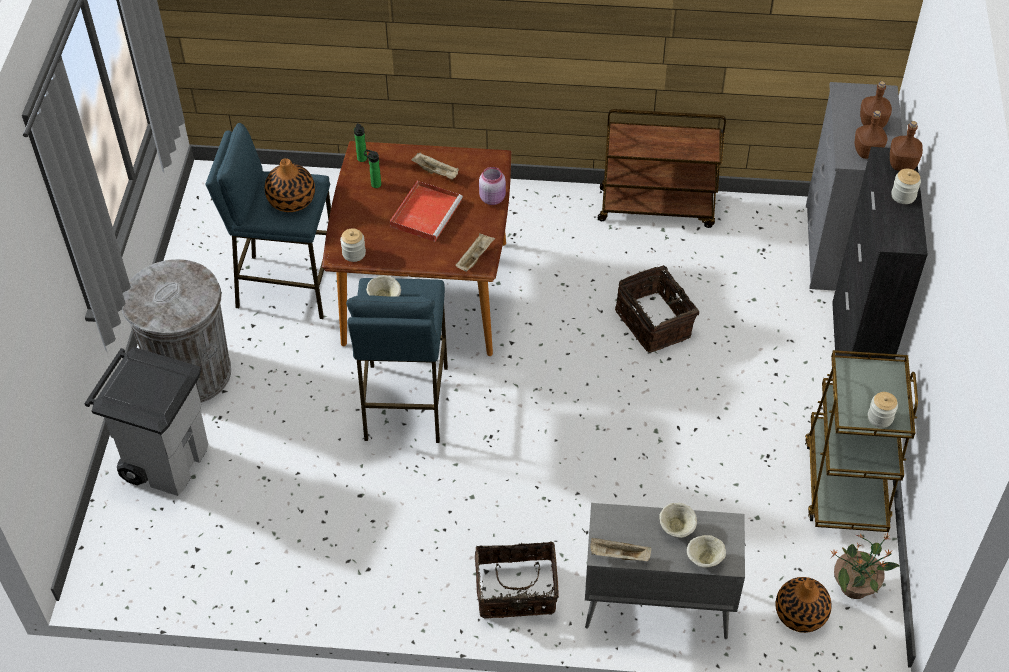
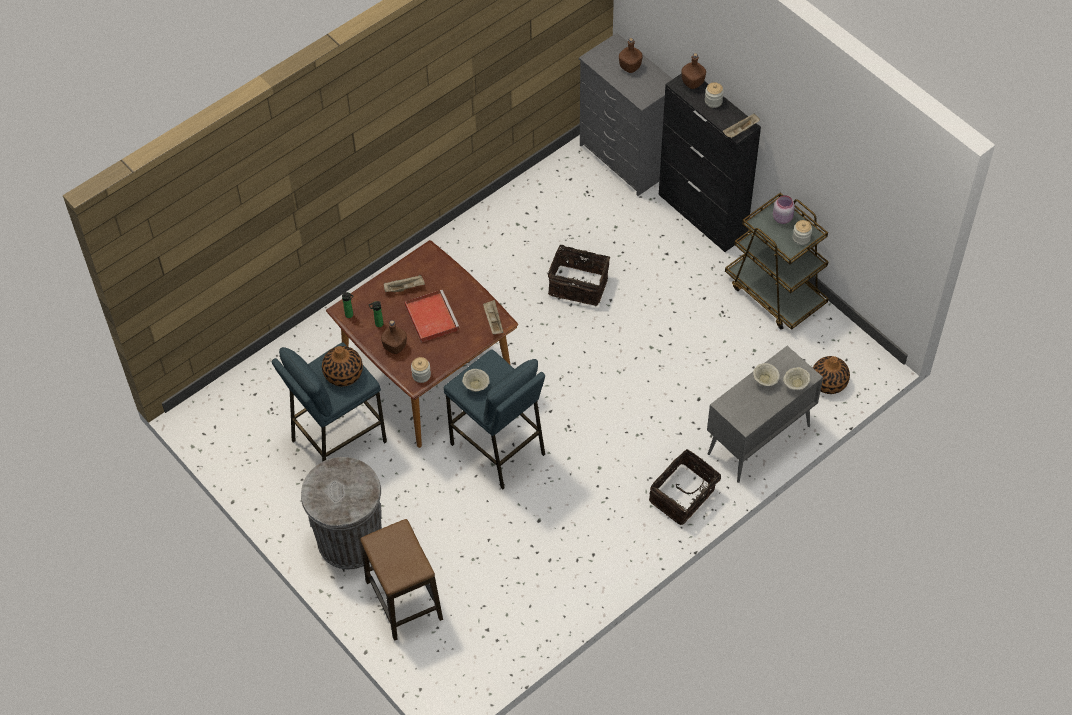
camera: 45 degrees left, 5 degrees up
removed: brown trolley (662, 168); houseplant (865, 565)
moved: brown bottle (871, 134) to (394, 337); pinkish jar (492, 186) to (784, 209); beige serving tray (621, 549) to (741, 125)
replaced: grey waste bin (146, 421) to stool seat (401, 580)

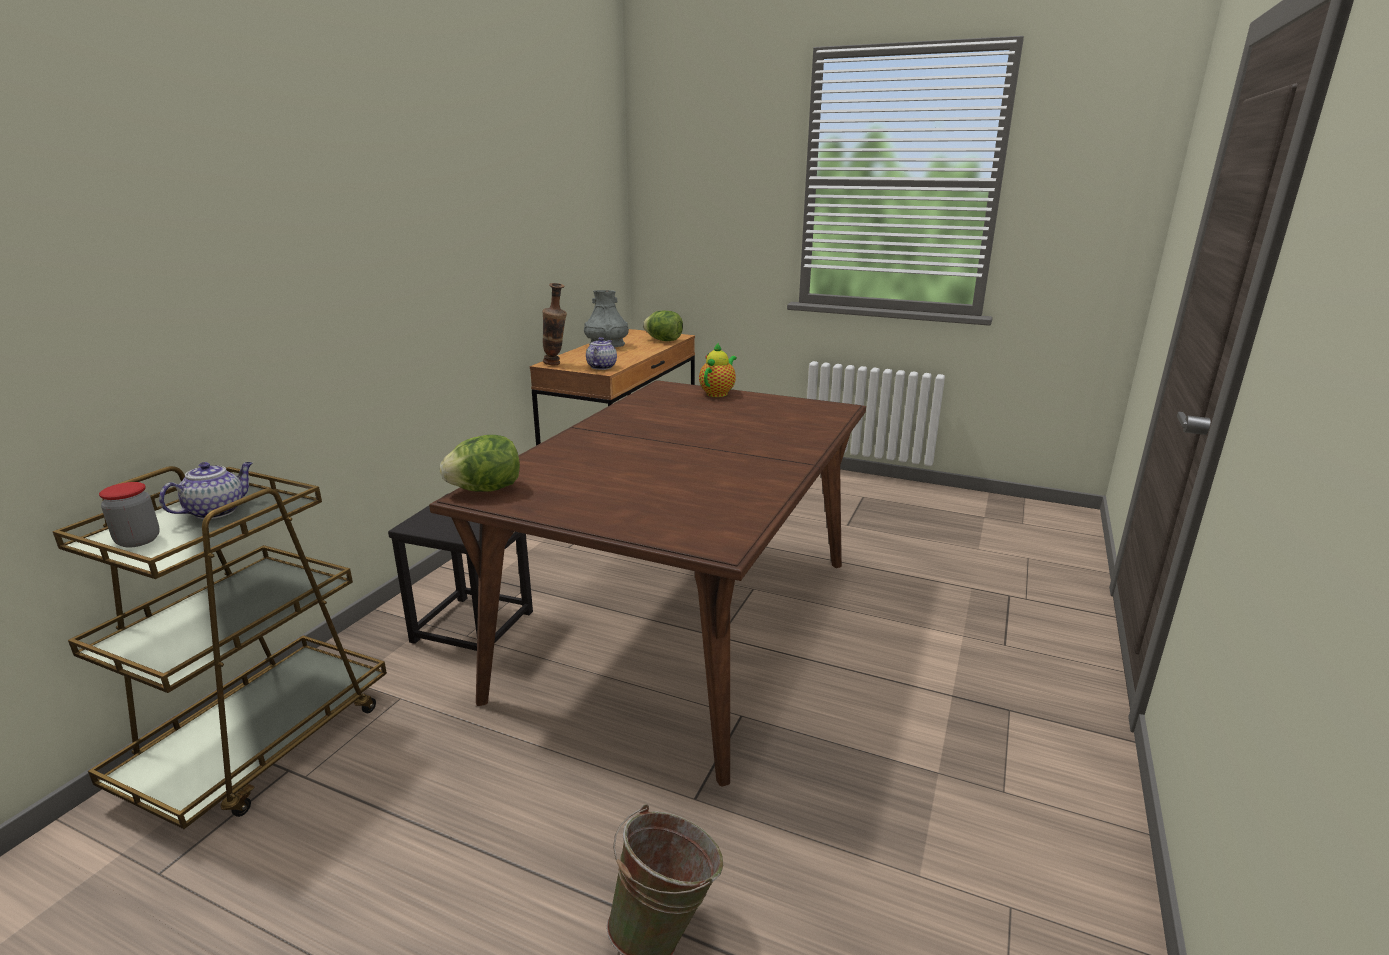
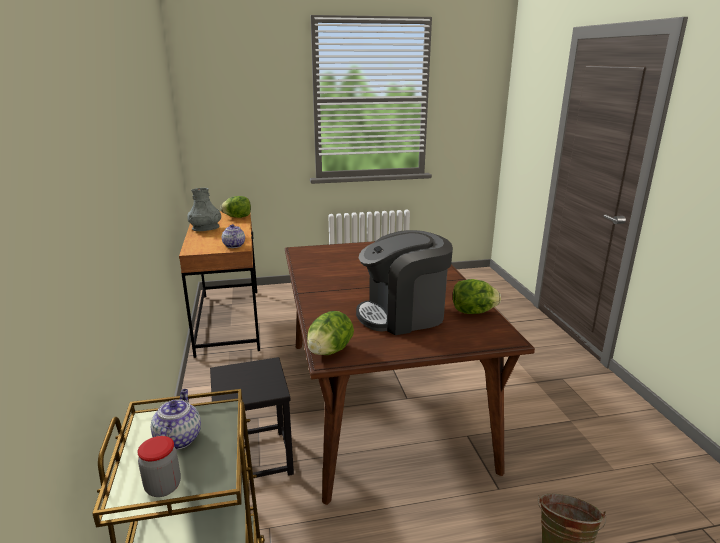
camera: 35 degrees left, 0 degrees up
removed: vase (554, 324); pot for tea (718, 369)
added: coffee brewer (404, 282); lettuce head (477, 296)

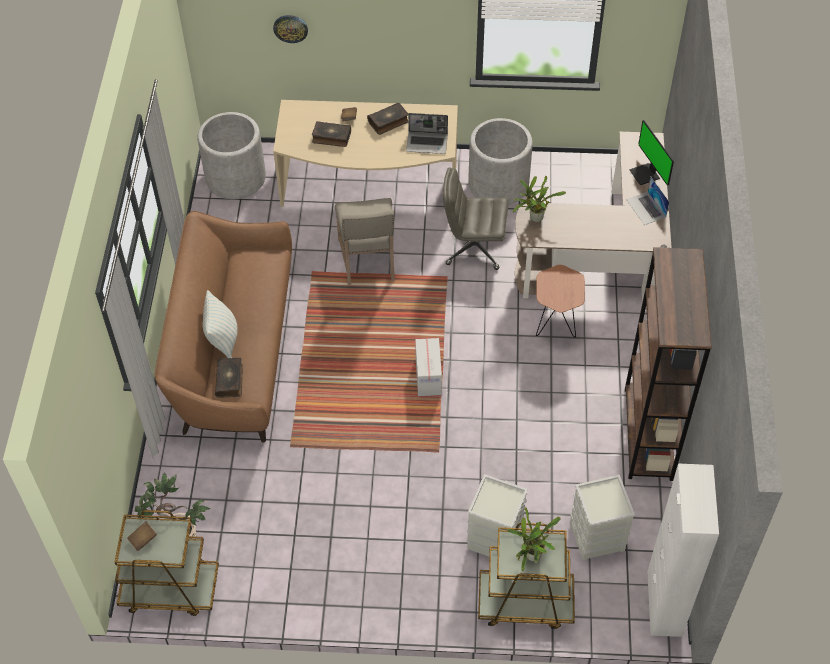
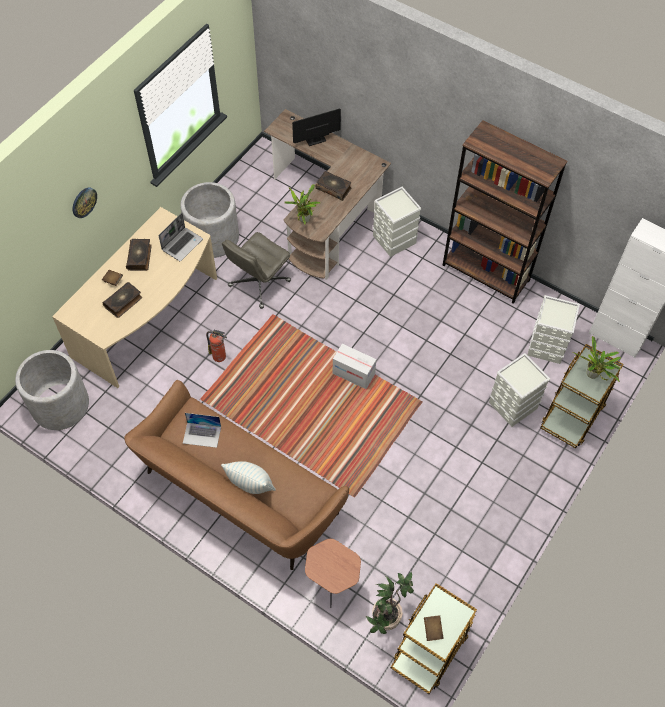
camera: 60 degrees left, 5 degrees up
added: grey storage box (397, 222)
moved: wall clock (290, 29) to (85, 203); notebook computer (647, 201) to (202, 430); brown end table (560, 301) to (333, 573); book (229, 378) to (333, 186)
replaced: beige upright chair (365, 242) to fire extinguisher (216, 346)
turned: computer display (651, 153) = (316, 127) 150 degrees clockwise

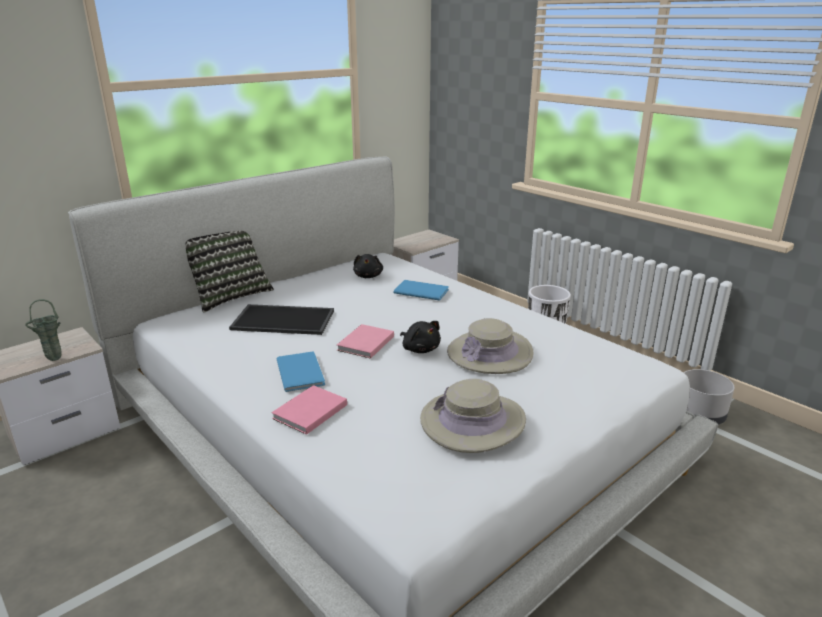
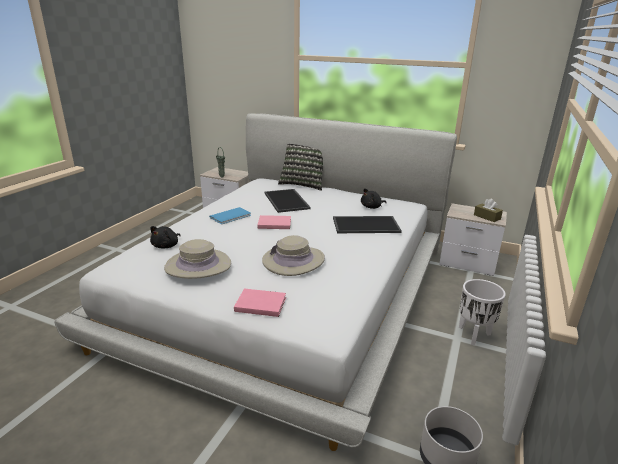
camera: 65 degrees right, 0 degrees up
added: brown box of tissues (488, 210)
moved: blackish plush toy (420, 337) to (165, 237); pinkish book (309, 410) to (260, 302)
replaced: bluish book (421, 290) to serving tray (367, 224)

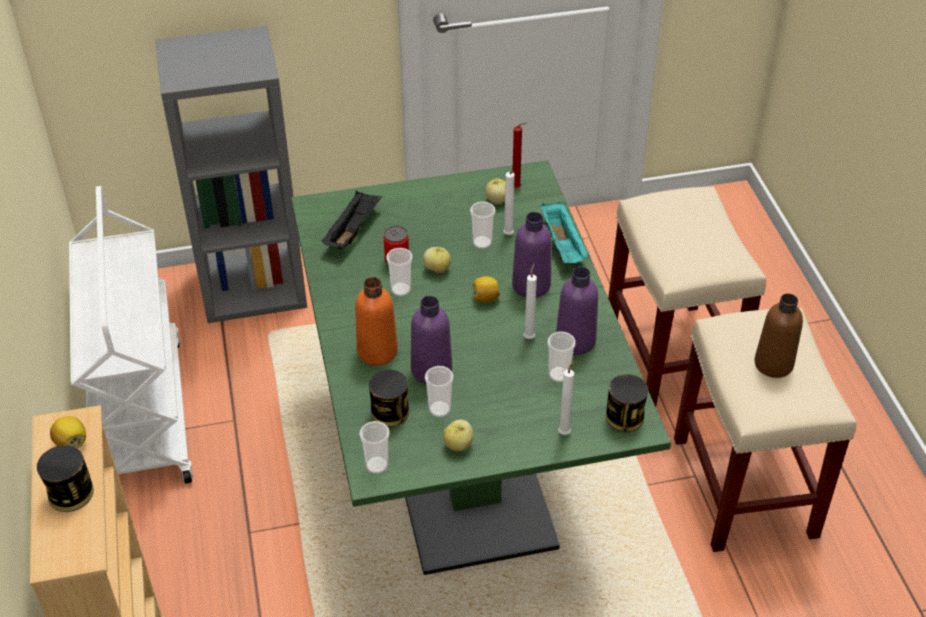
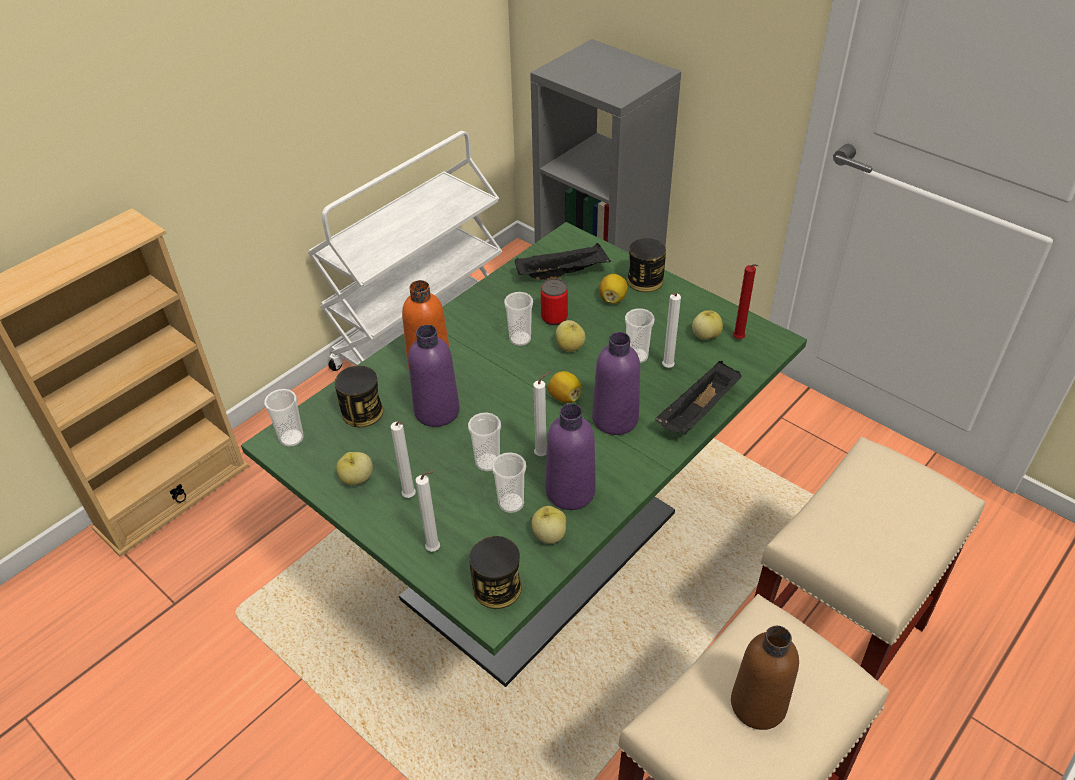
camera: 55 degrees right, 0 degrees up
added: white-coloured wax candle (403, 459); apple fruit (549, 525)
moved: drinking cup (439, 391) to (484, 442); whole lemon (68, 432) to (613, 289); metal can (65, 478) to (646, 265)
recoloured: blue-green serving tray (565, 232) to blackish serving tray (698, 398)

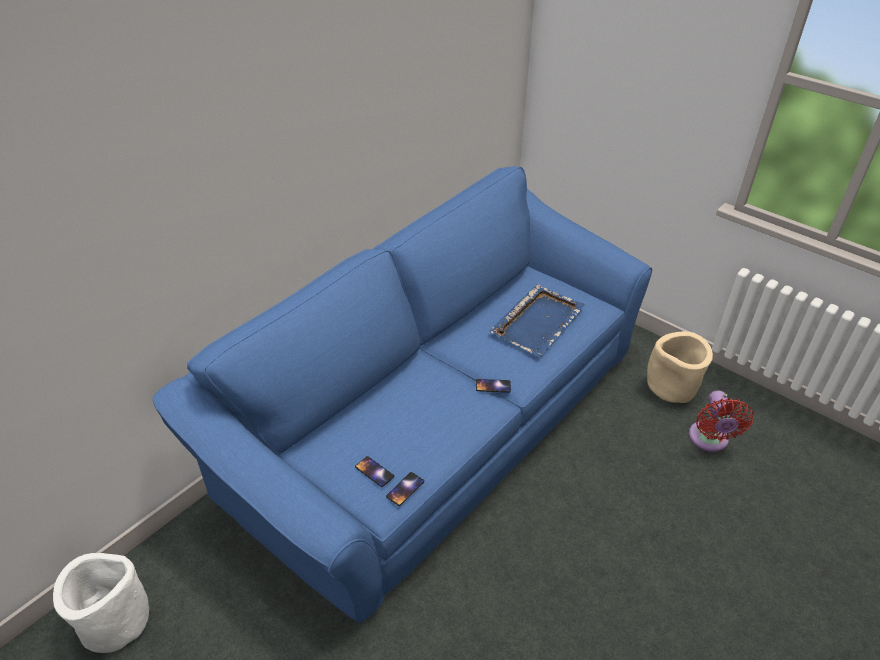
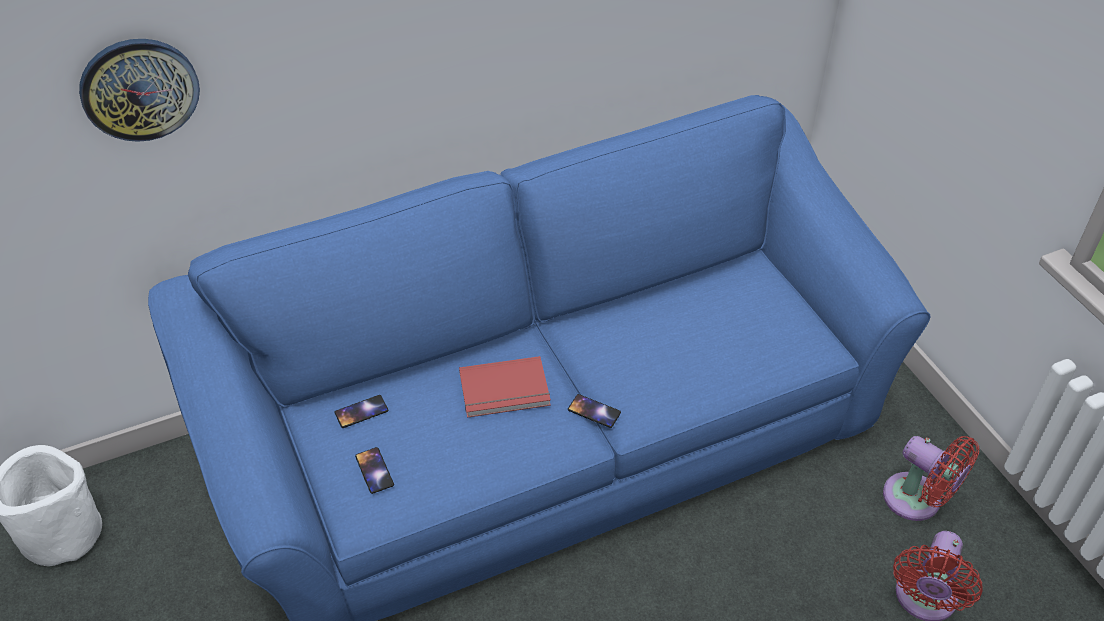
camera: 25 degrees right, 5 degrees up
removed: bluish serving tray (537, 320)
added: wall clock (139, 90); red-coloured book (505, 387)
moved: phone (405, 489) to (361, 411)
replaced: beige flower pot (680, 367) to red-coloured electric fan (931, 478)

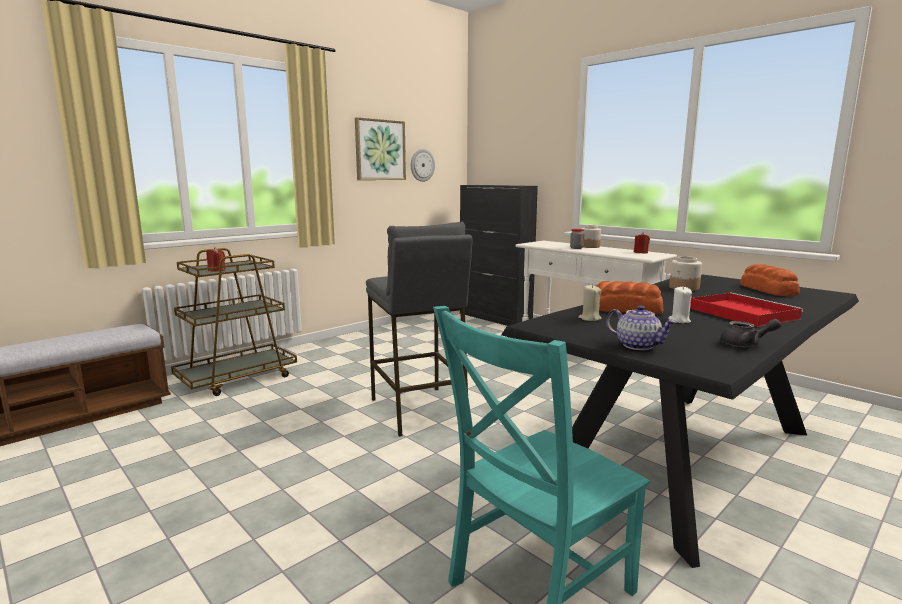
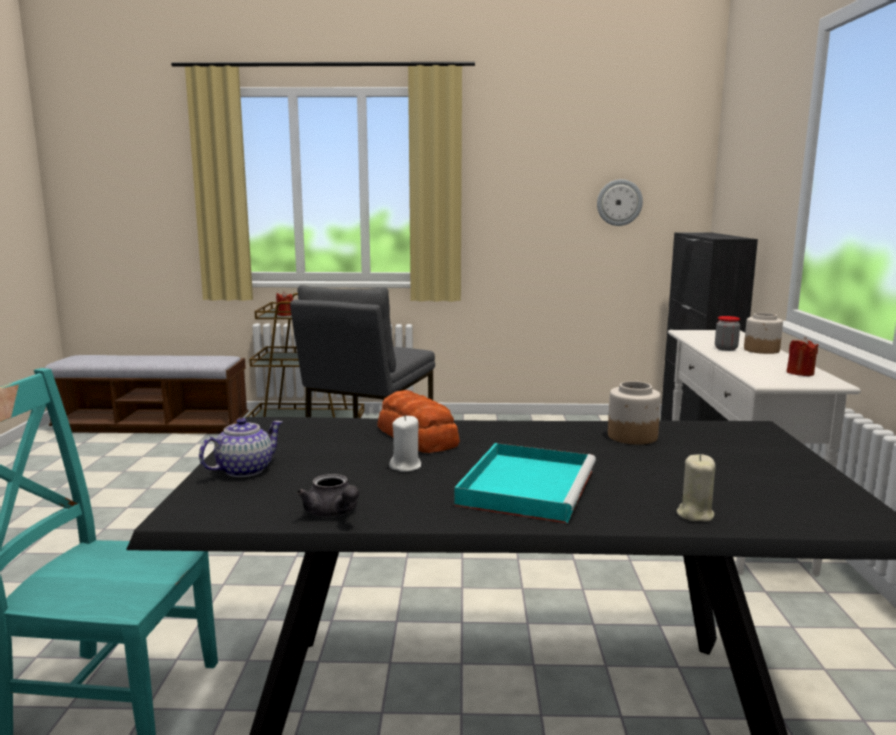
camera: 45 degrees right, 0 degrees up
removed: picture (380, 148); bread (770, 280)
moved: beige wax candle (590, 302) to (696, 488)
recoloured: red-coloured serving tray (746, 310) to blue-green serving tray (525, 483)
turned: pot for tea (641, 327) = (240, 447) 135 degrees counterclockwise

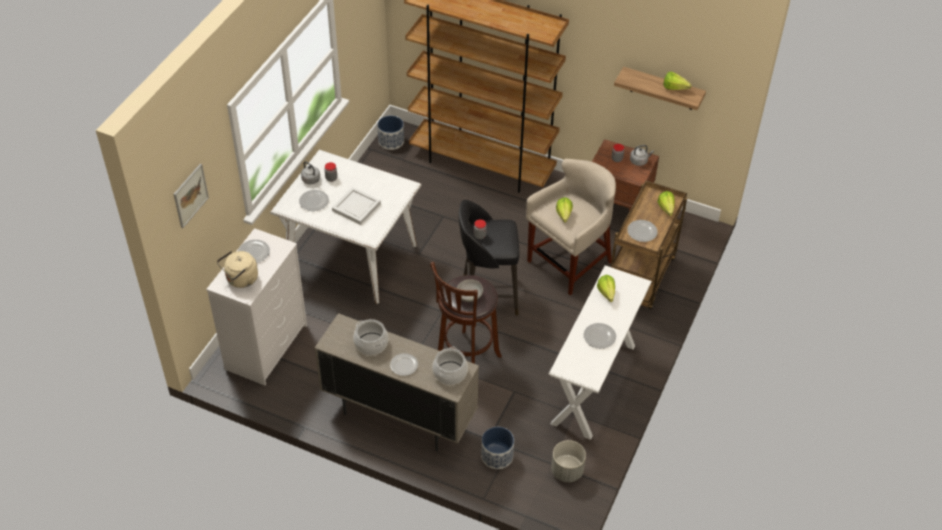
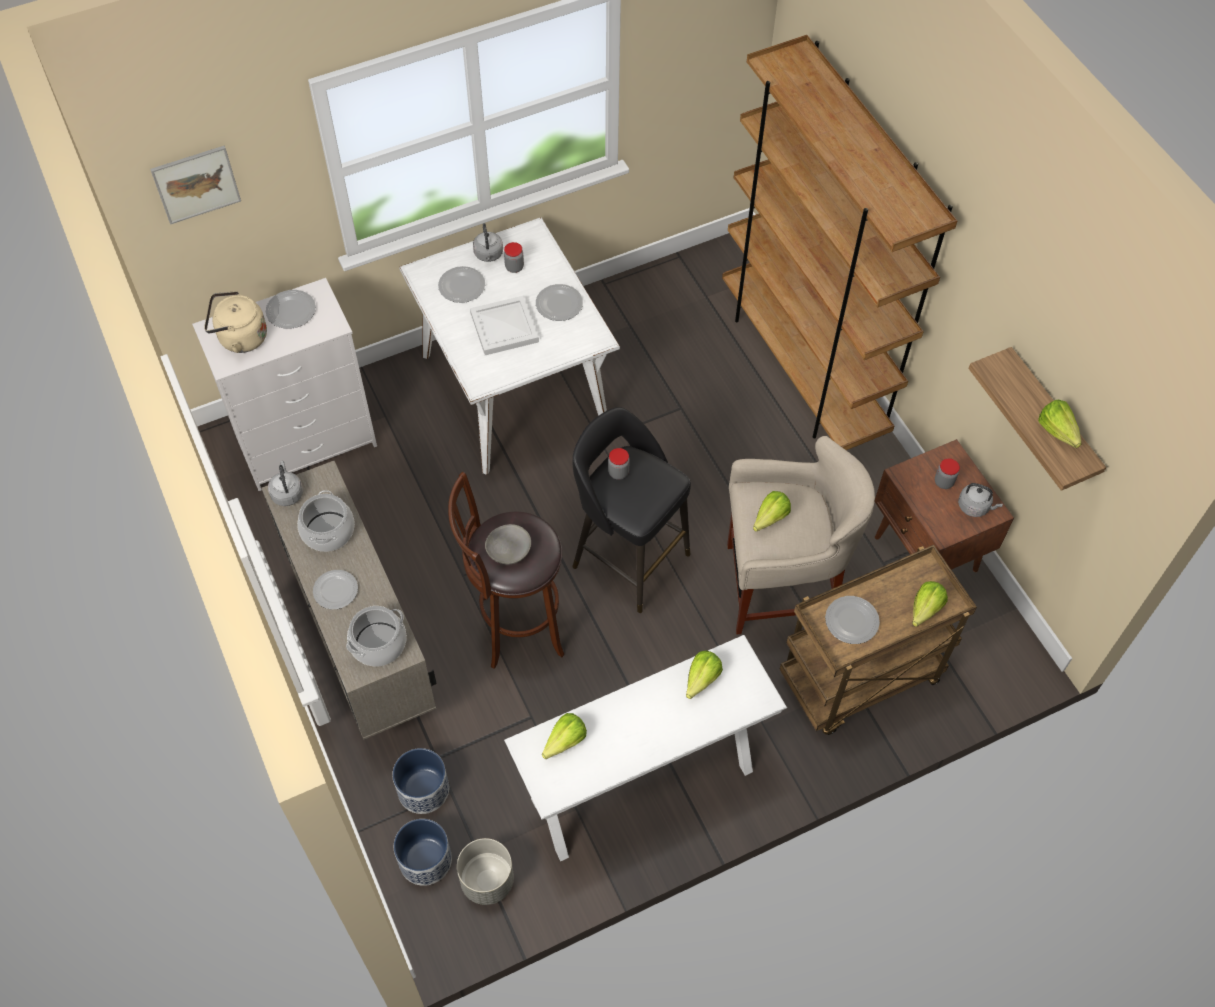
camera: 40 degrees right, 10 degrees up
added: grey tea kettle (285, 483); lettuce head (564, 736)
moved: flower pot (390, 133) to (423, 852); dinner plate (600, 336) to (559, 302)

